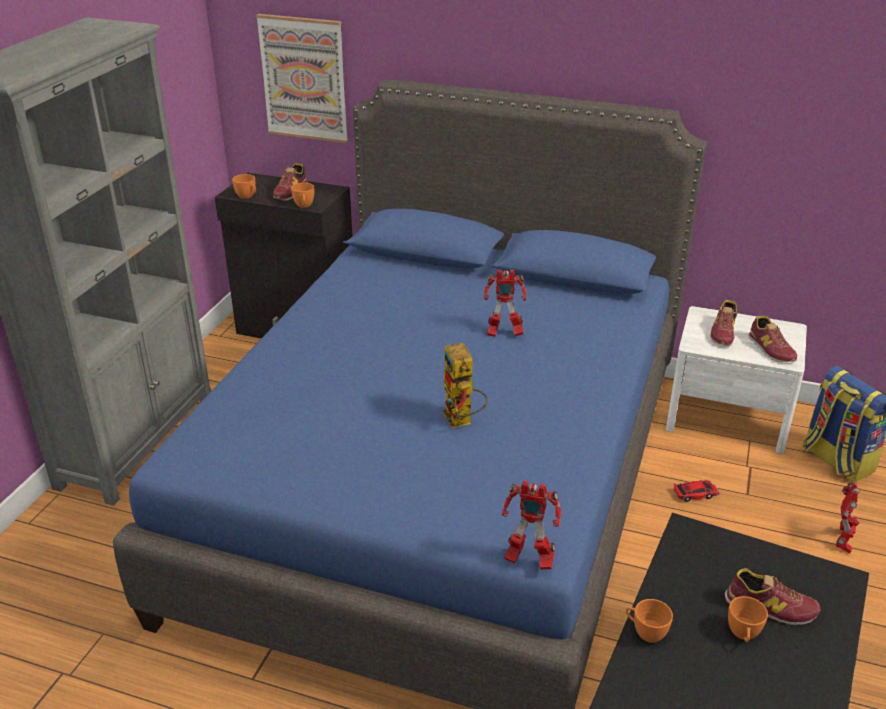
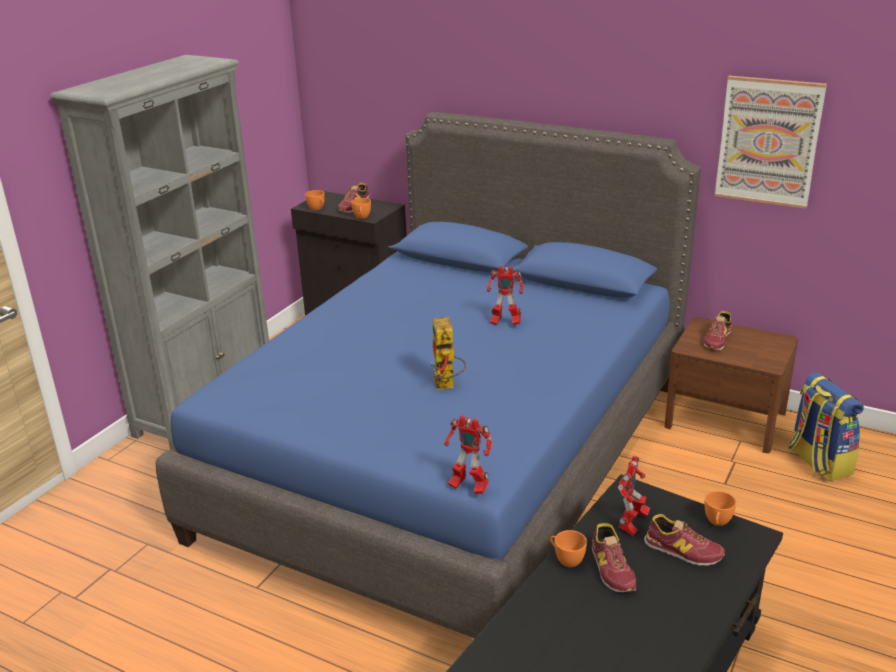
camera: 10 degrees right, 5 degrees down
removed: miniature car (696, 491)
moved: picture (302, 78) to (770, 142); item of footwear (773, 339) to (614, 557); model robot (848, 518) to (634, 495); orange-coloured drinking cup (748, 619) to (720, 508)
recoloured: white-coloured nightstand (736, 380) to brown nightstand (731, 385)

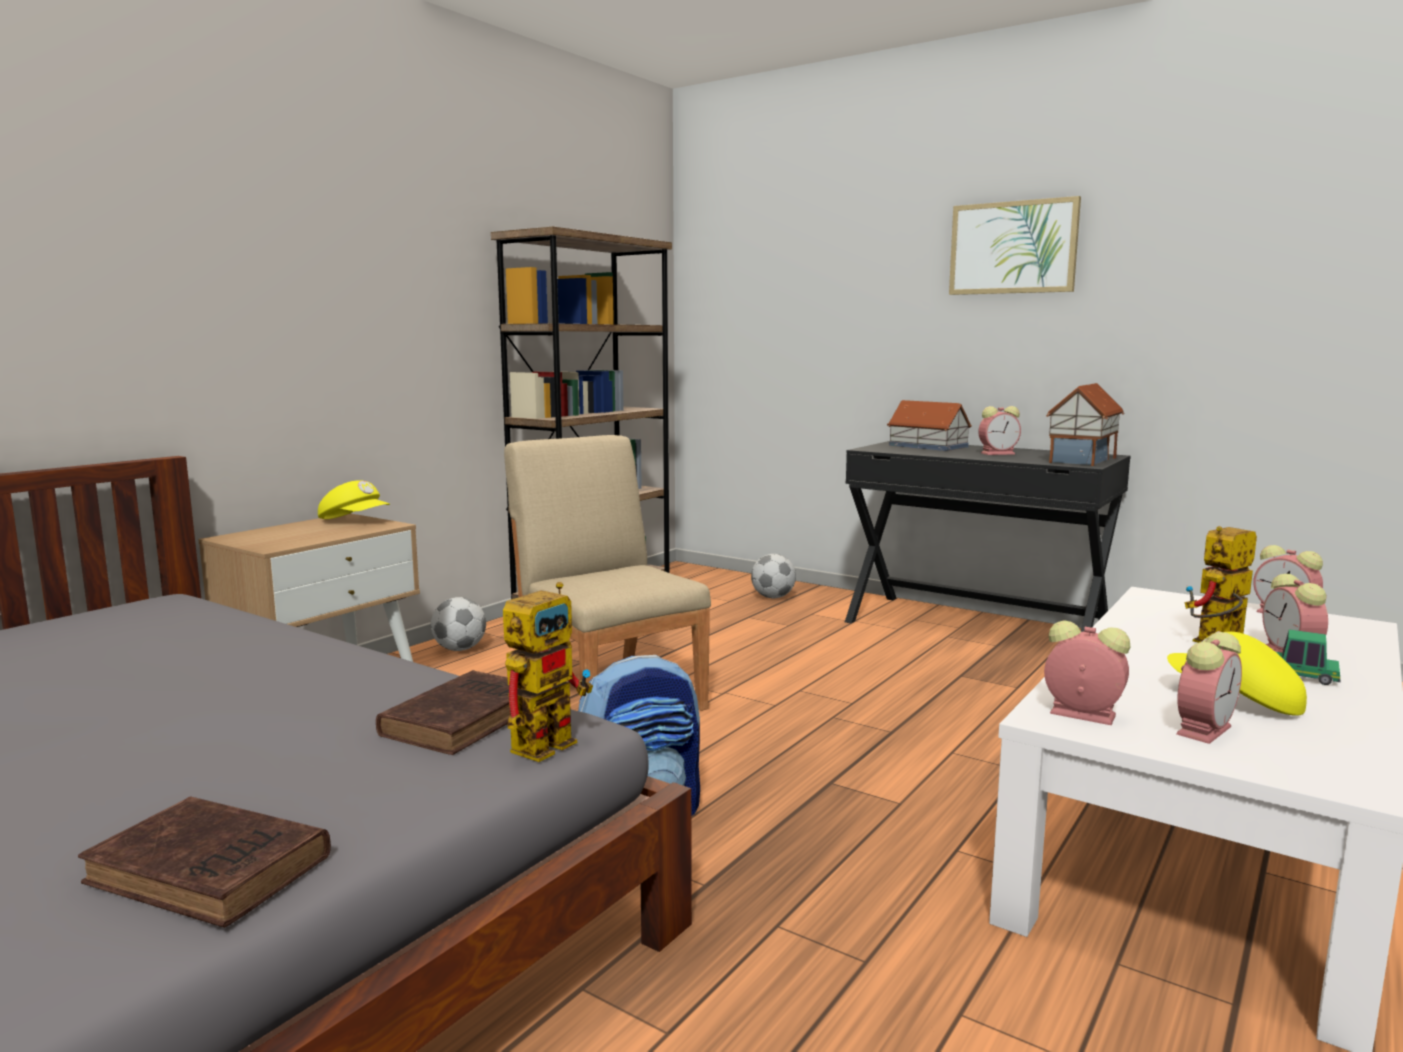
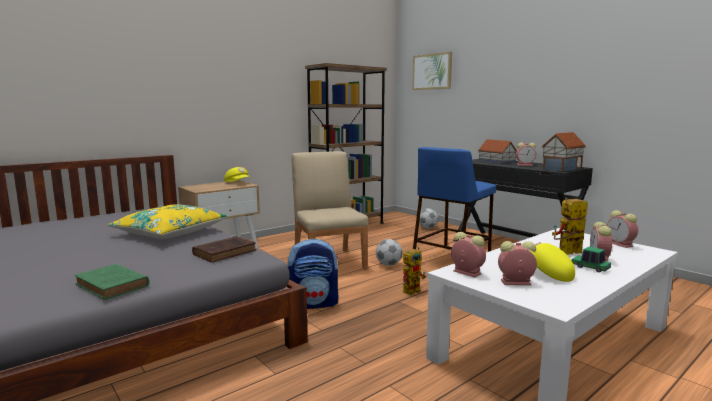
camera: 15 degrees right, 0 degrees up
added: bluish stool seat (454, 199); yellow cushion (168, 221)
moved: picture (1015, 245) to (432, 71); model robot (548, 672) to (414, 271); football (458, 624) to (389, 252)
recoloured: brown book (204, 862) to greenish book (111, 282)
turned: bedside clock (1209, 688) = (517, 263) 150 degrees counterclockwise

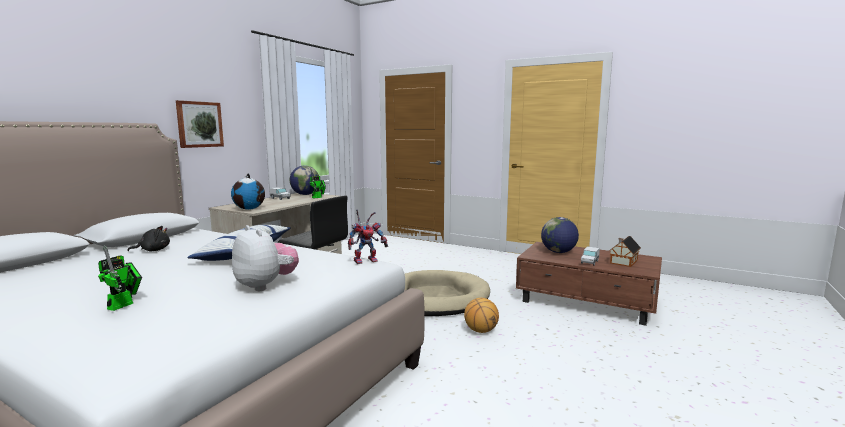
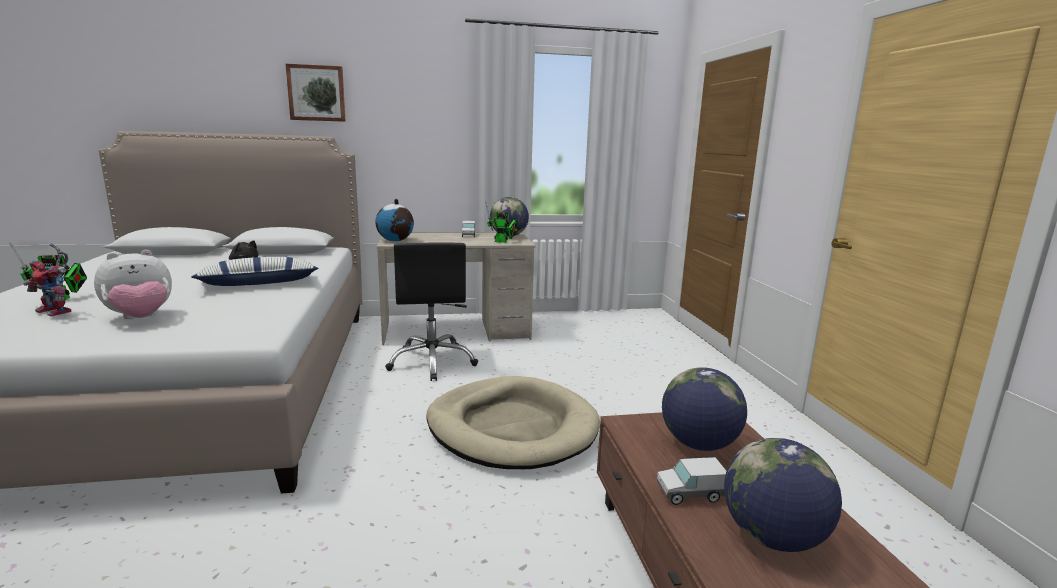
camera: 50 degrees right, 5 degrees up
removed: basketball (481, 315)
moved: picture (200, 124) to (316, 93); model robot (368, 236) to (47, 280)
replaced: miniature house (625, 251) to desk globe (783, 495)
turned: plush toy (265, 258) = (133, 284) 45 degrees clockwise

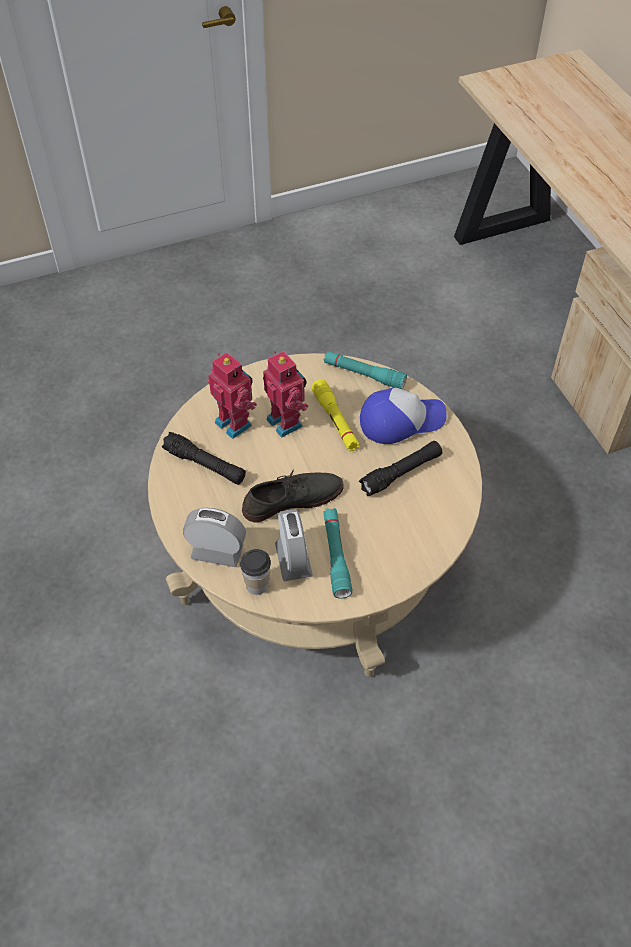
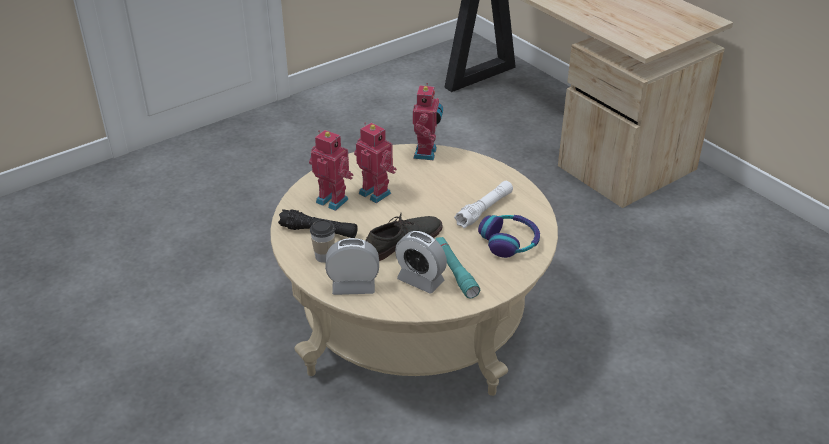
camera: 15 degrees left, 15 degrees down
removed: yellow torch (335, 415); baseball cap (403, 415)
added: headphones (509, 236)
moved: drinking cup (255, 572) to (322, 241)
replaced: blue-green torch (365, 370) to model robot (428, 121)
recoloured: blackish torch (400, 468) to white-coloured torch (483, 204)
turned: bedside clock (294, 545) = (421, 262) 150 degrees clockwise

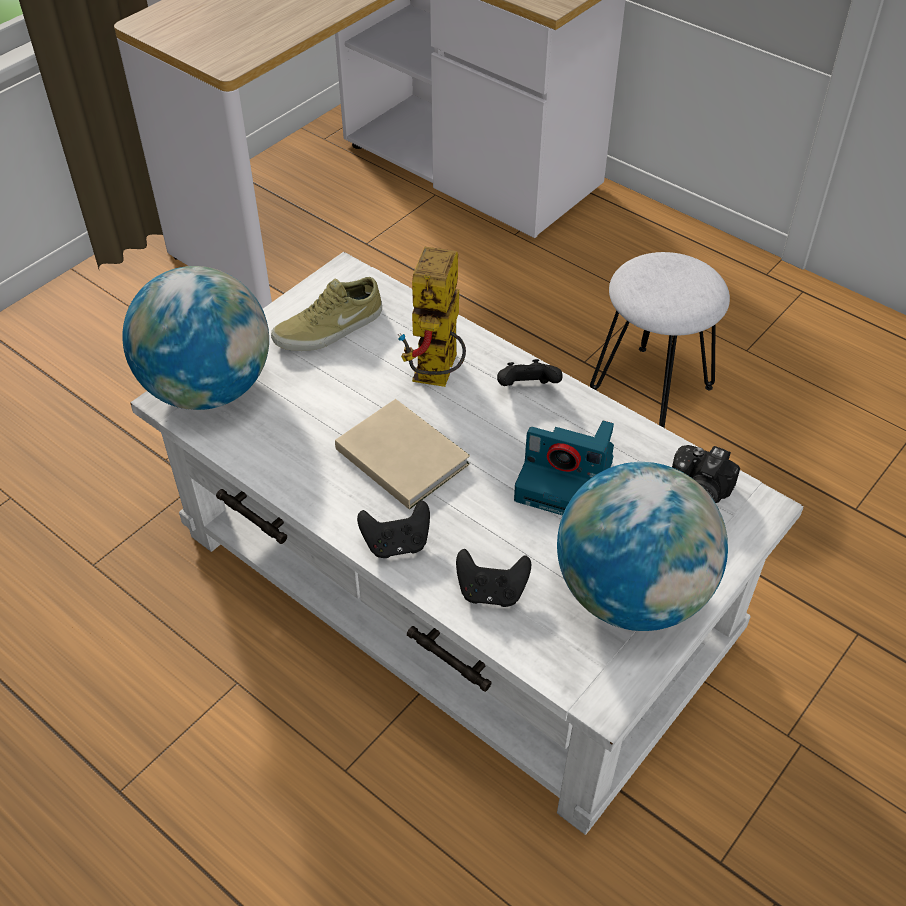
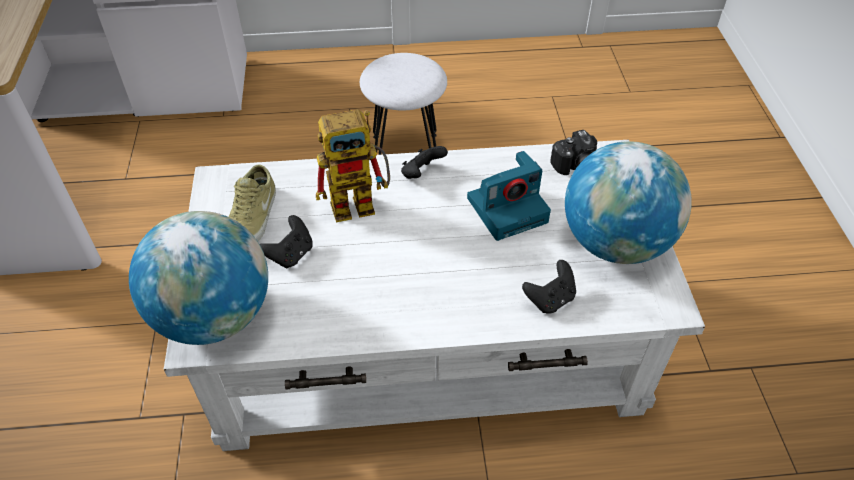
camera: 45 degrees left, 0 degrees up
removed: beige book (402, 454)
moved: blackish gamepad (393, 529) to (286, 241)
turned: model robot (432, 316) = (353, 165) 75 degrees counterclockwise

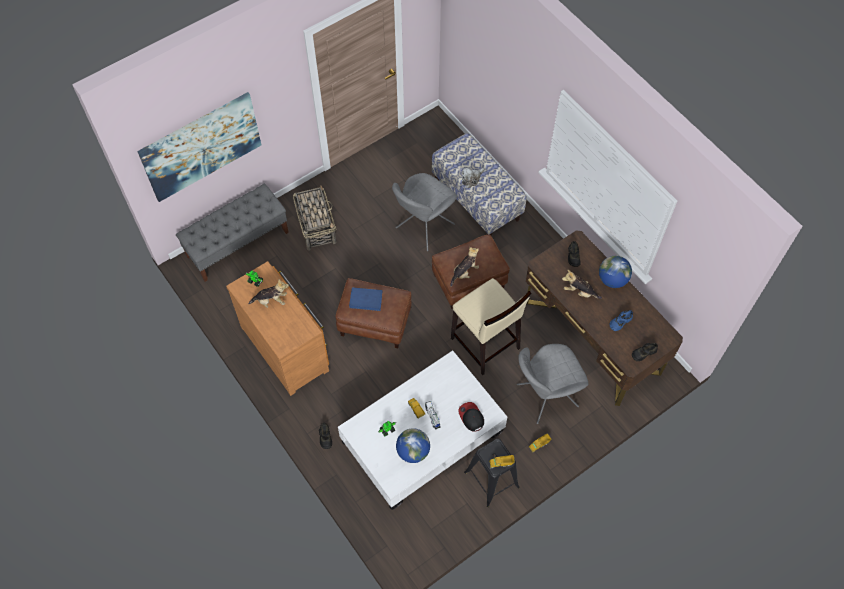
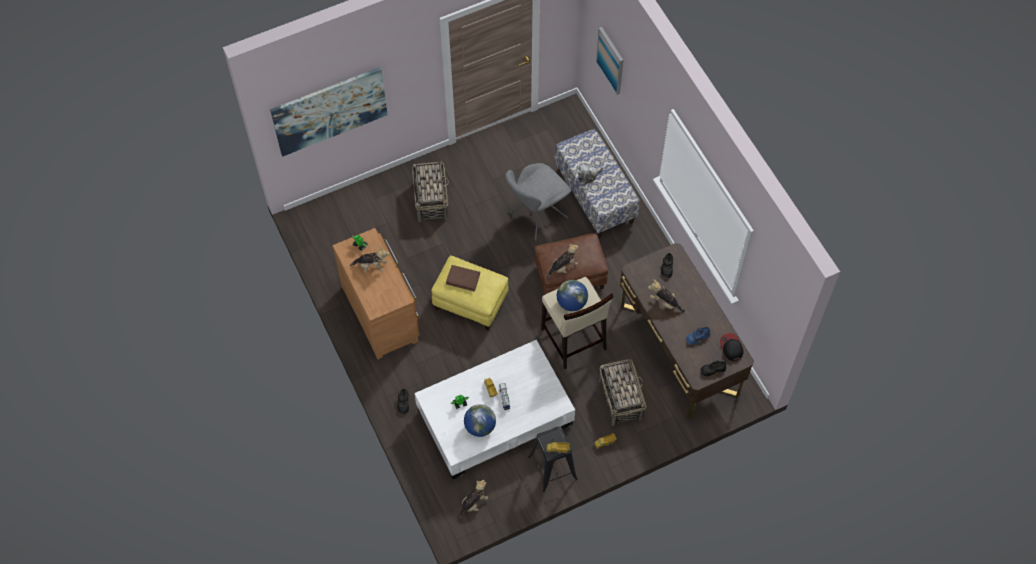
camera: 10 degrees right, 0 degrees up
removed: grey bench (232, 233)
added: picture (609, 61); plush toy (473, 500)
moved: desk globe (615, 272) to (572, 295); baseball cap (471, 417) to (732, 347)
replaced: grey upright chair (552, 384) to household basket (623, 392)
recoloured: brown footrest (373, 313) to yellow footrest (470, 293); bluish book (365, 299) to brown book (463, 278)

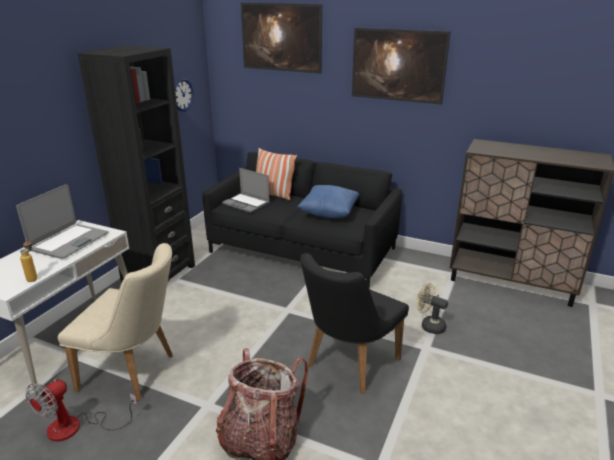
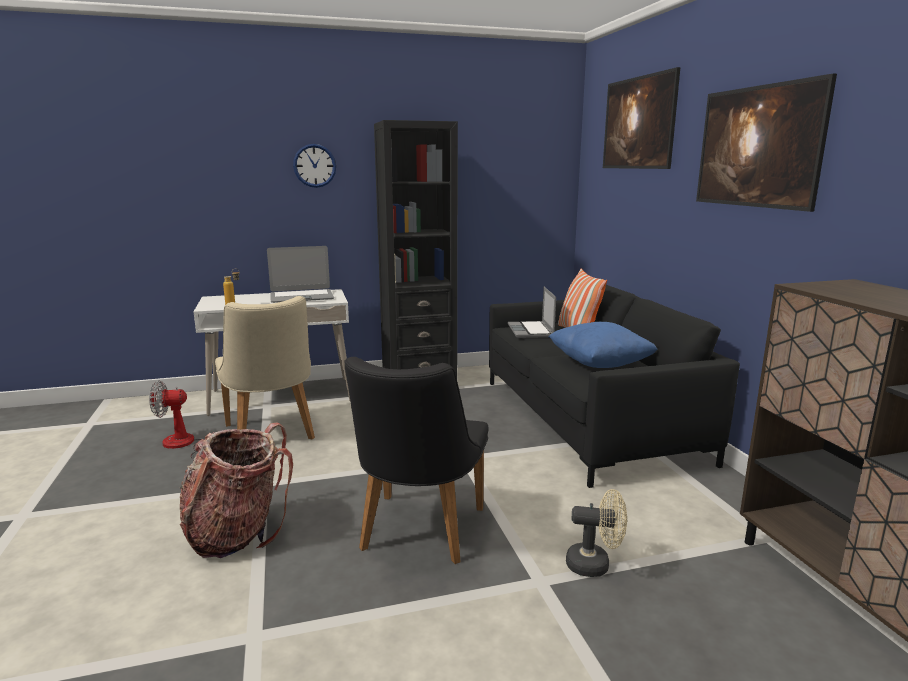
camera: 50 degrees right, 10 degrees down
moved: wall clock (184, 95) to (314, 166)
turned: blackish upright chair (354, 323) = (416, 460) 75 degrees counterclockwise; beige electric fan (432, 308) = (596, 533) 105 degrees clockwise

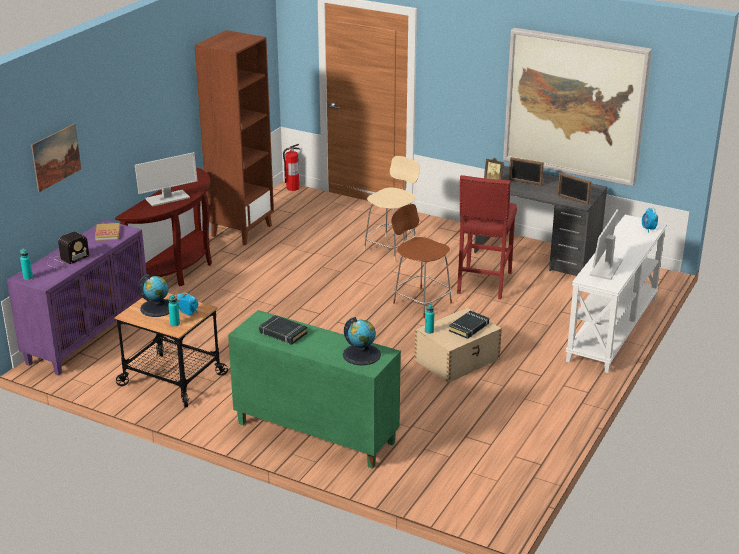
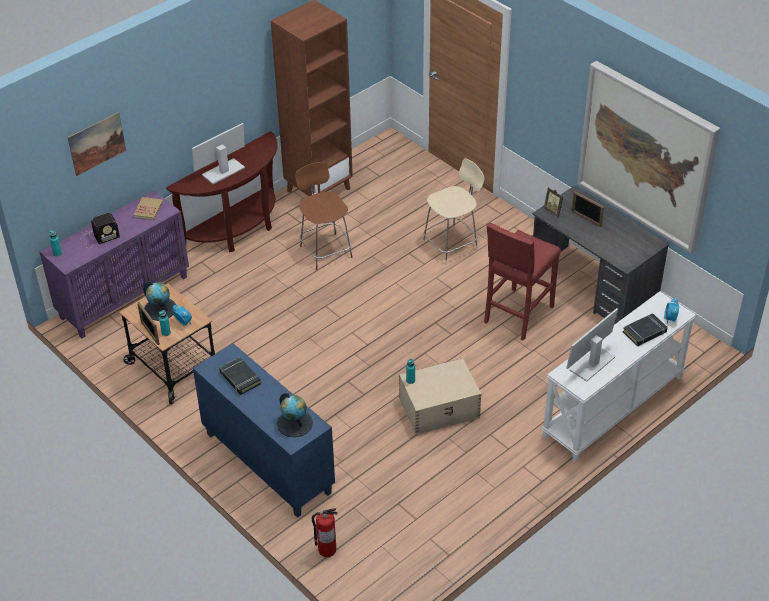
camera: 20 degrees right, 15 degrees up
moved: fire extinguisher (291, 167) to (324, 532); photo frame (574, 189) to (148, 323); brown upright chair (421, 261) to (324, 216); blackish book (469, 325) to (645, 329)
recoloured: greenish cabinet (314, 389) to bluish cabinet (264, 431)
turned: computer display (166, 179) = (218, 153) 150 degrees clockwise

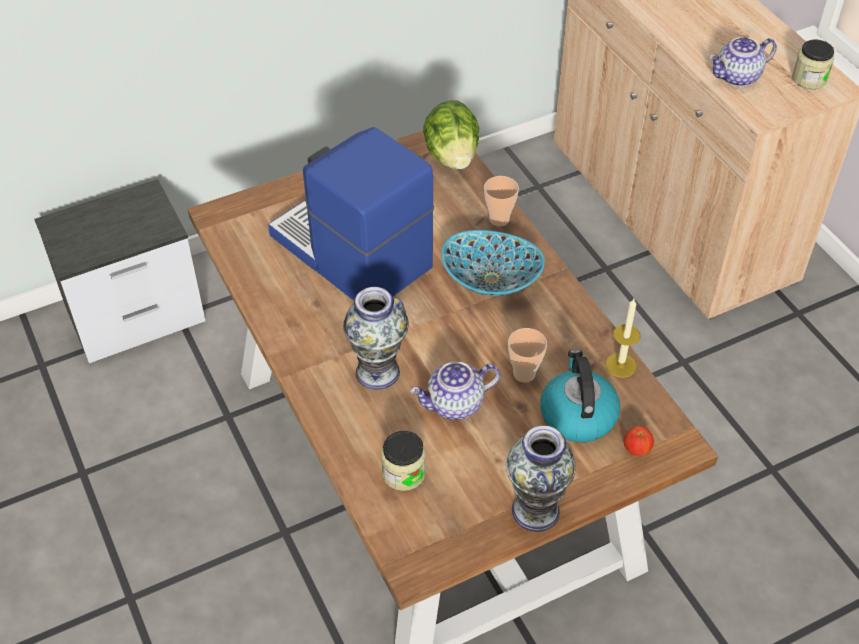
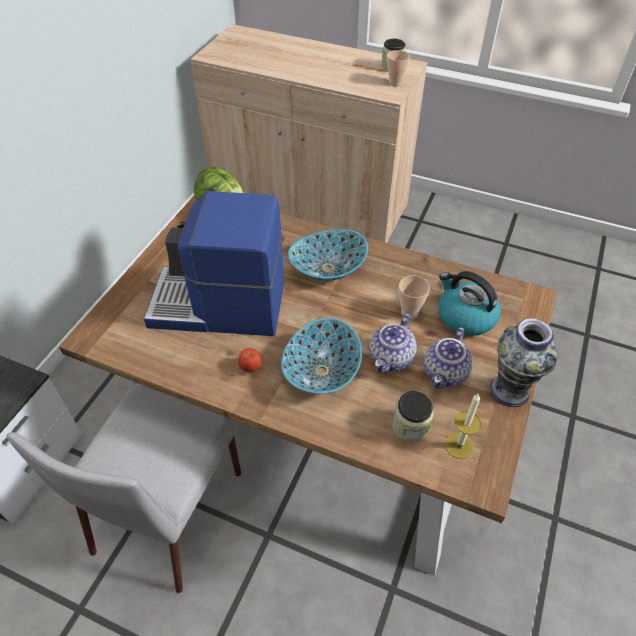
camera: 40 degrees left, 0 degrees up
added: grey upright chair (124, 488)
moved: pot for tea (743, 62) to (448, 358); drinking cup (501, 201) to (398, 68); wax candle (622, 338) to (463, 426); apple fruit (639, 441) to (250, 360)
replaced: vase (376, 338) to bowl (321, 356)

